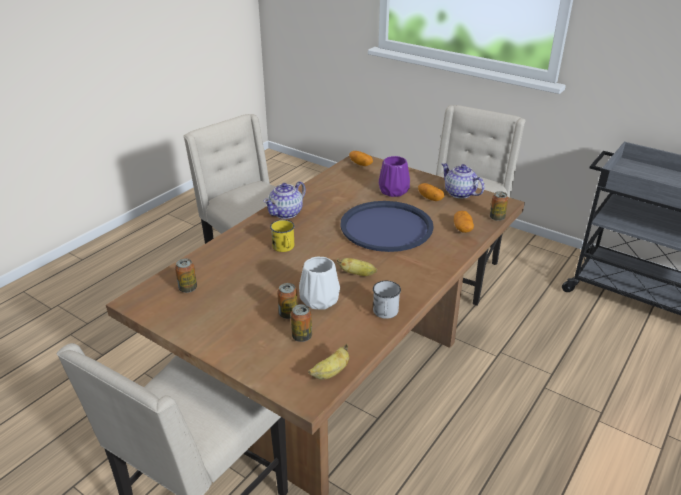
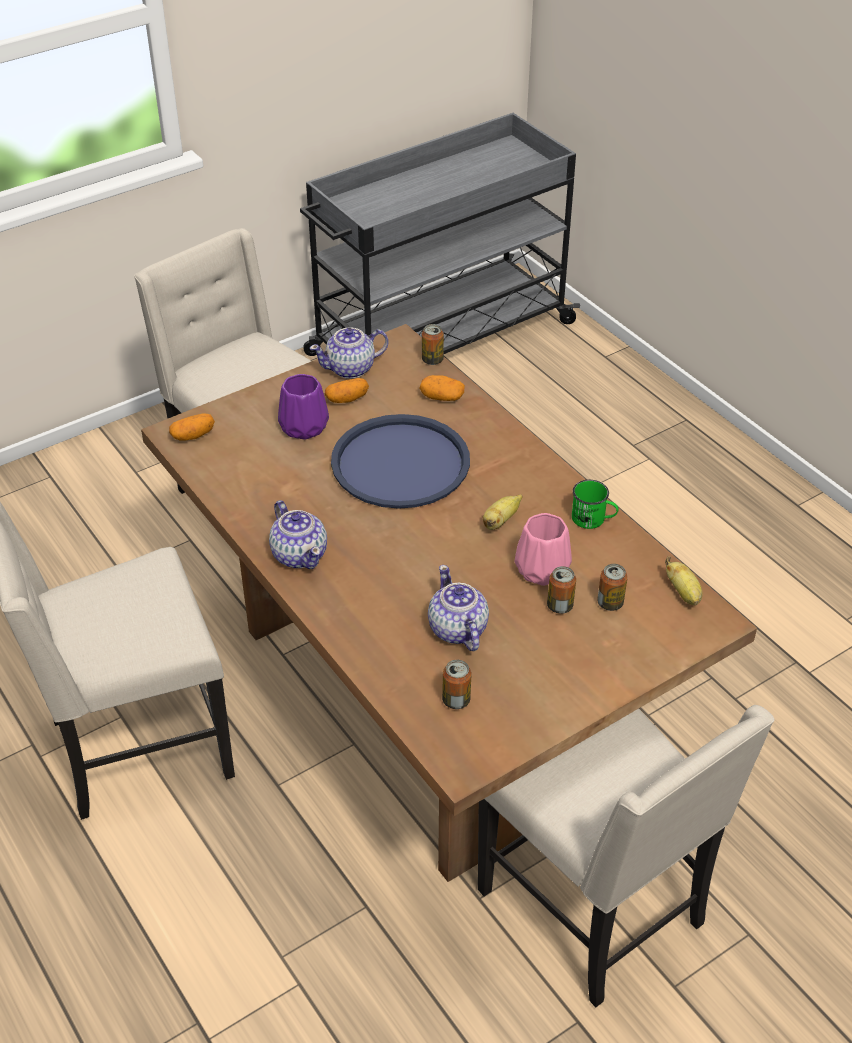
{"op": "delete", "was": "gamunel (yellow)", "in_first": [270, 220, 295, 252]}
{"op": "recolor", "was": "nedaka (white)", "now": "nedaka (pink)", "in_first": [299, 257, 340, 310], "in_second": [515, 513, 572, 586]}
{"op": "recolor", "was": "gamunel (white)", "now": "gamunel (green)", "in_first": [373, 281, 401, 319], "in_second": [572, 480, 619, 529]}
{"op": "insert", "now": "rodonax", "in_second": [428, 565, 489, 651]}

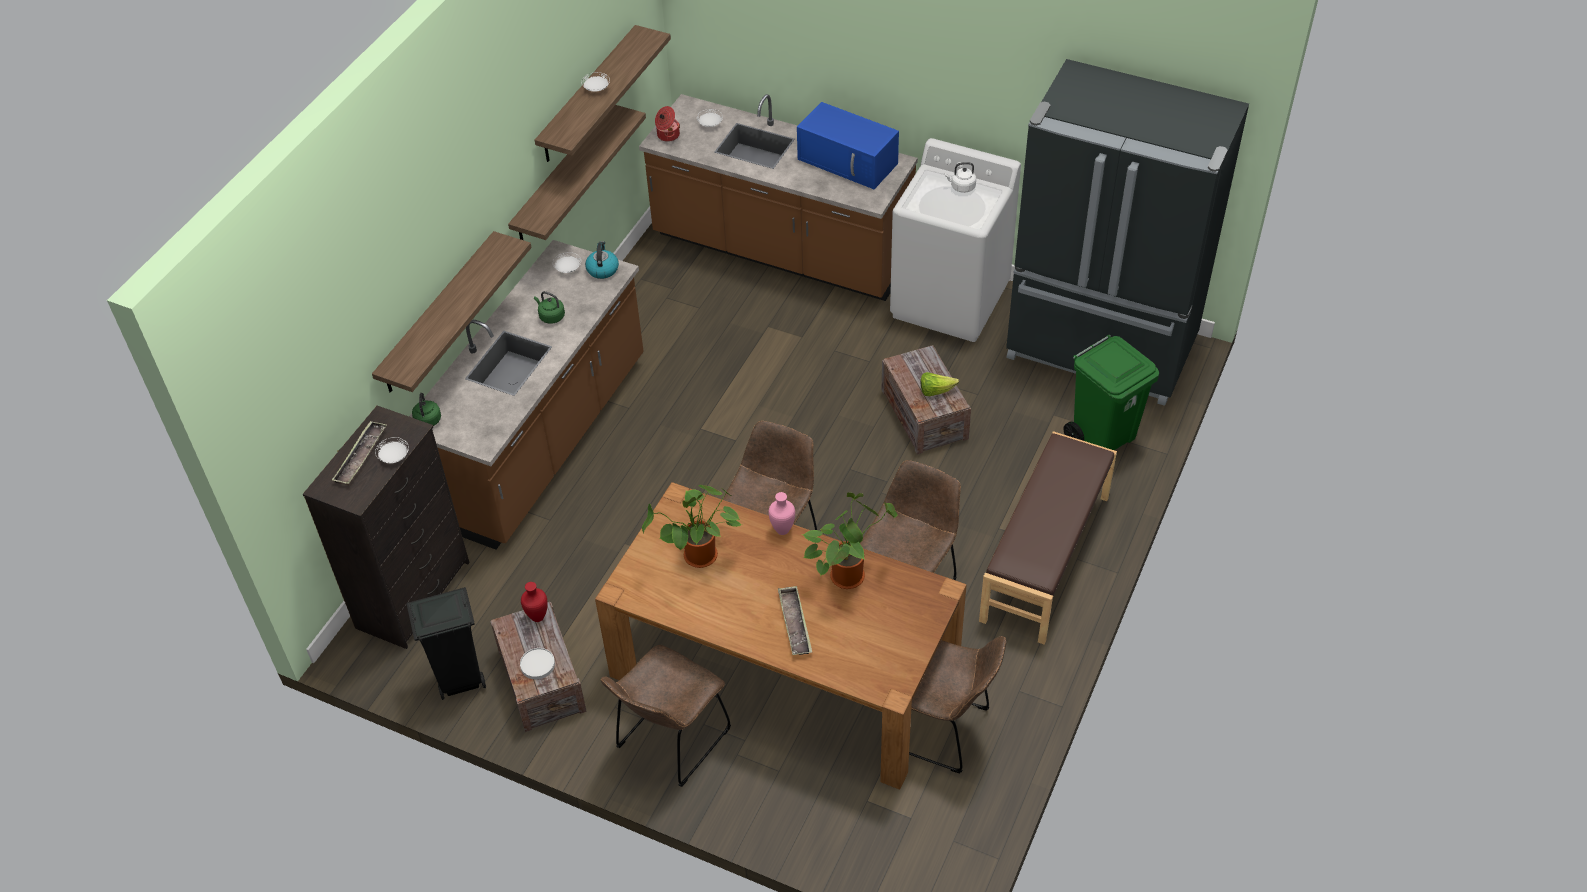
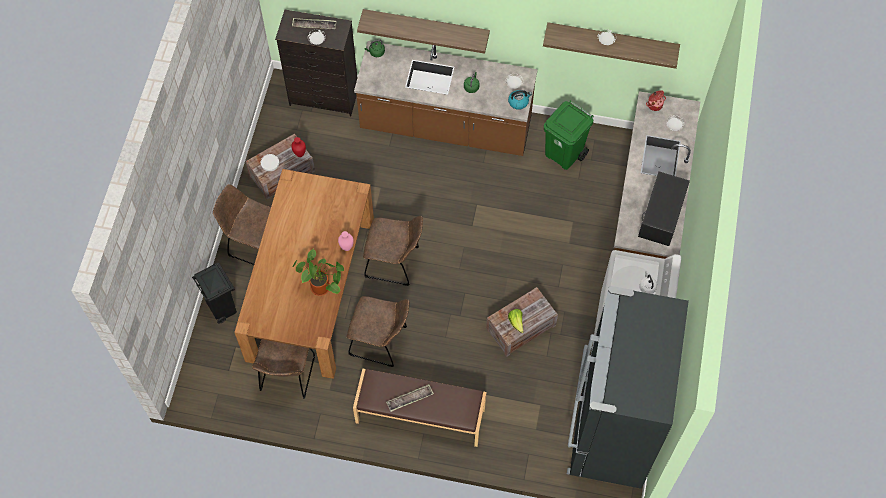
{"op": "recolor", "was": "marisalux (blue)", "now": "marisalux (black)", "in_first": [797, 102, 899, 189], "in_second": [638, 172, 690, 246]}
{"op": "delete", "was": "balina", "in_first": [508, 105, 646, 240]}
{"op": "move", "was": "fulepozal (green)", "in_first": [1063, 335, 1159, 450], "in_second": [544, 100, 594, 170]}
{"op": "delete", "was": "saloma", "in_first": [642, 485, 742, 568]}
{"op": "move", "was": "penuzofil", "in_first": [778, 586, 812, 655], "in_second": [386, 384, 434, 412]}
{"op": "move", "was": "fulepozal (black)", "in_first": [407, 587, 486, 700], "in_second": [192, 263, 237, 323]}

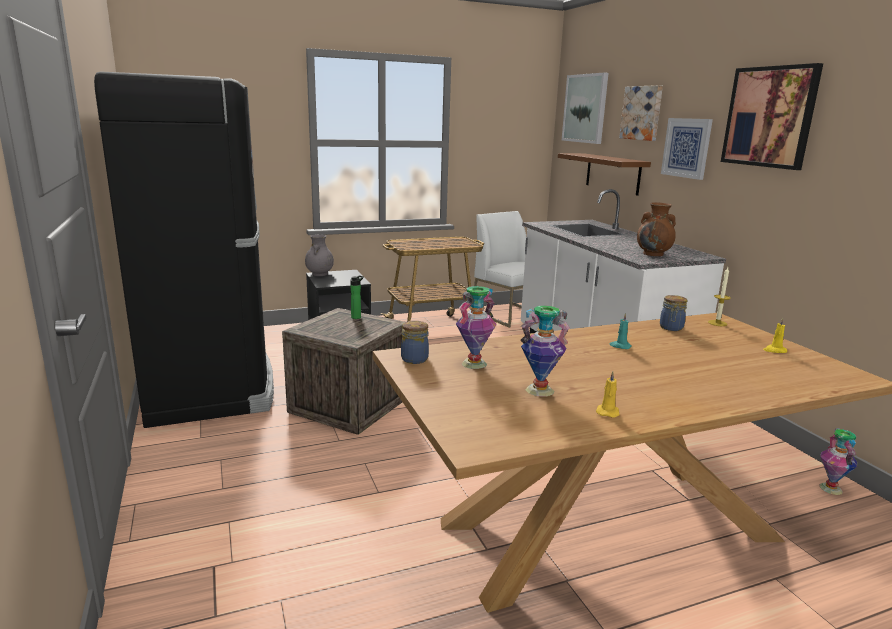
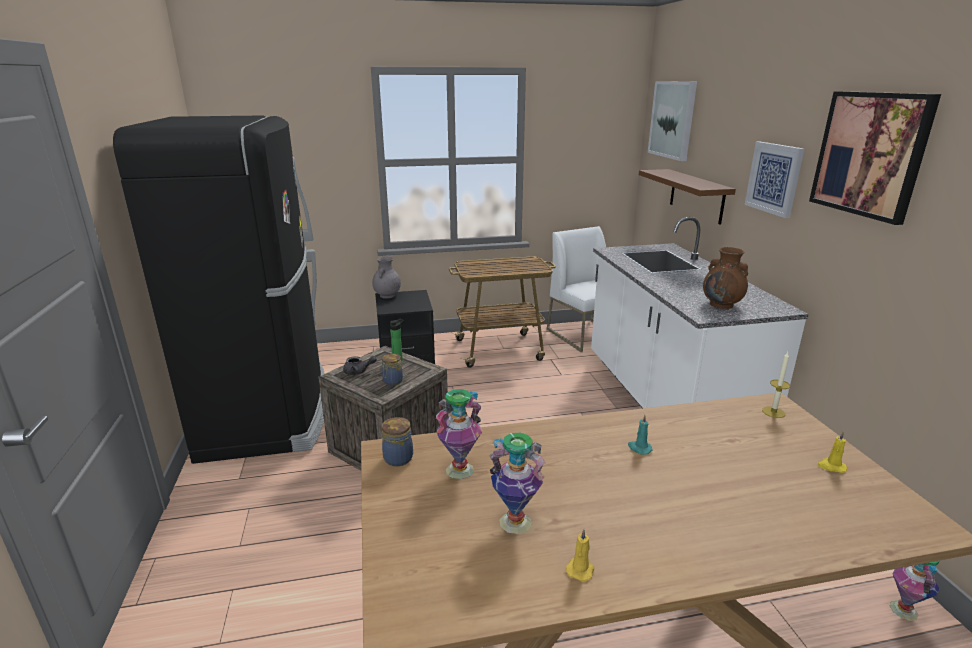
{"op": "delete", "was": "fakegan", "in_first": [619, 85, 663, 141]}
{"op": "move", "was": "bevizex", "in_first": [660, 295, 687, 331], "in_second": [382, 353, 403, 385]}
{"op": "insert", "now": "rodonax (grey)", "in_second": [343, 356, 377, 375]}

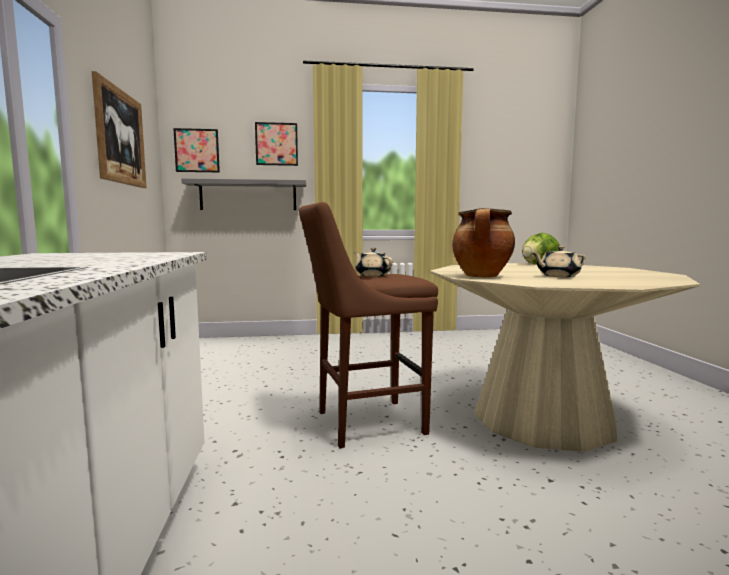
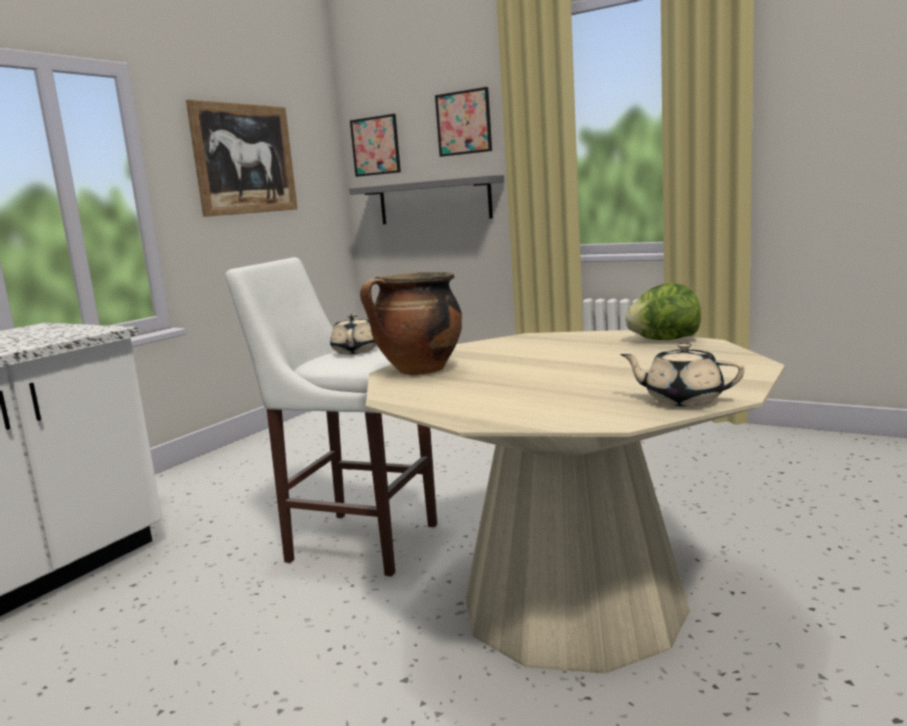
{"op": "recolor", "was": "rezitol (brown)", "now": "rezitol (white)", "in_first": [299, 202, 438, 448], "in_second": [225, 257, 437, 577]}
{"op": "move", "was": "rodonax (beige)", "in_first": [532, 246, 586, 277], "in_second": [620, 343, 745, 407]}

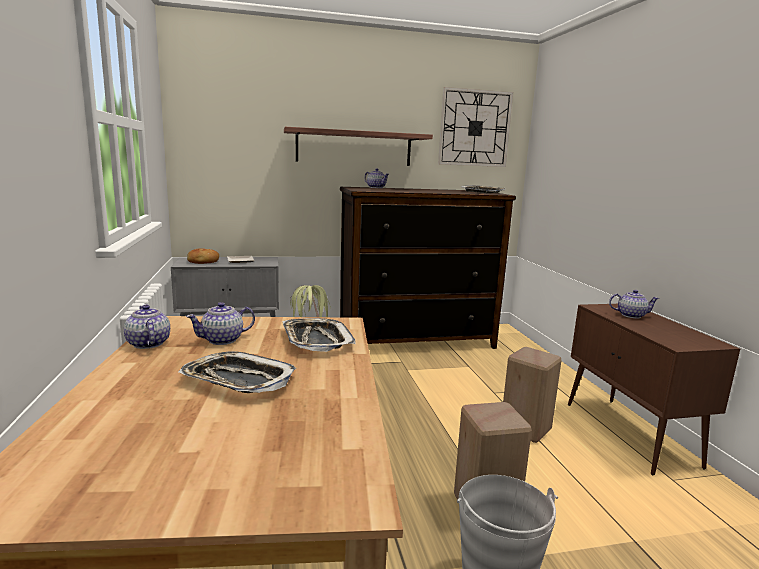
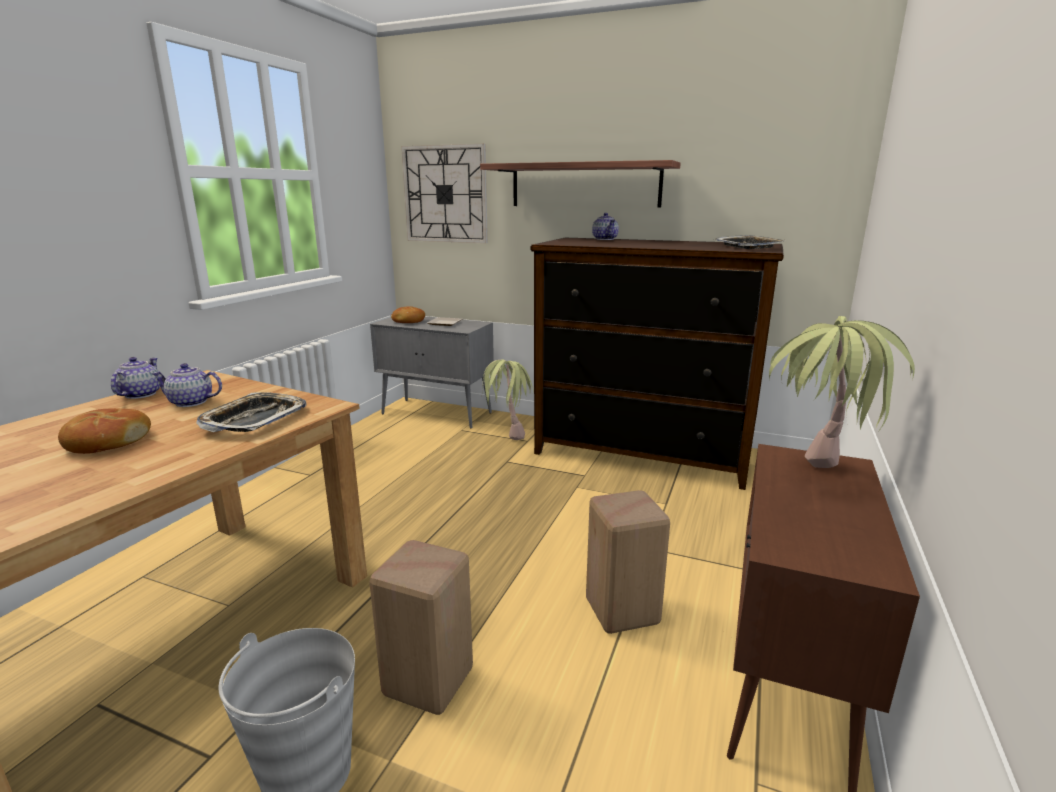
{"op": "move", "was": "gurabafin", "in_first": [438, 87, 513, 167], "in_second": [401, 144, 488, 243]}
{"op": "replace", "was": "rodonax", "now": "saloma", "in_first": [609, 290, 659, 318], "in_second": [769, 316, 915, 468]}
{"op": "replace", "was": "penuzofil", "now": "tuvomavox", "in_first": [179, 351, 297, 393], "in_second": [58, 408, 151, 454]}

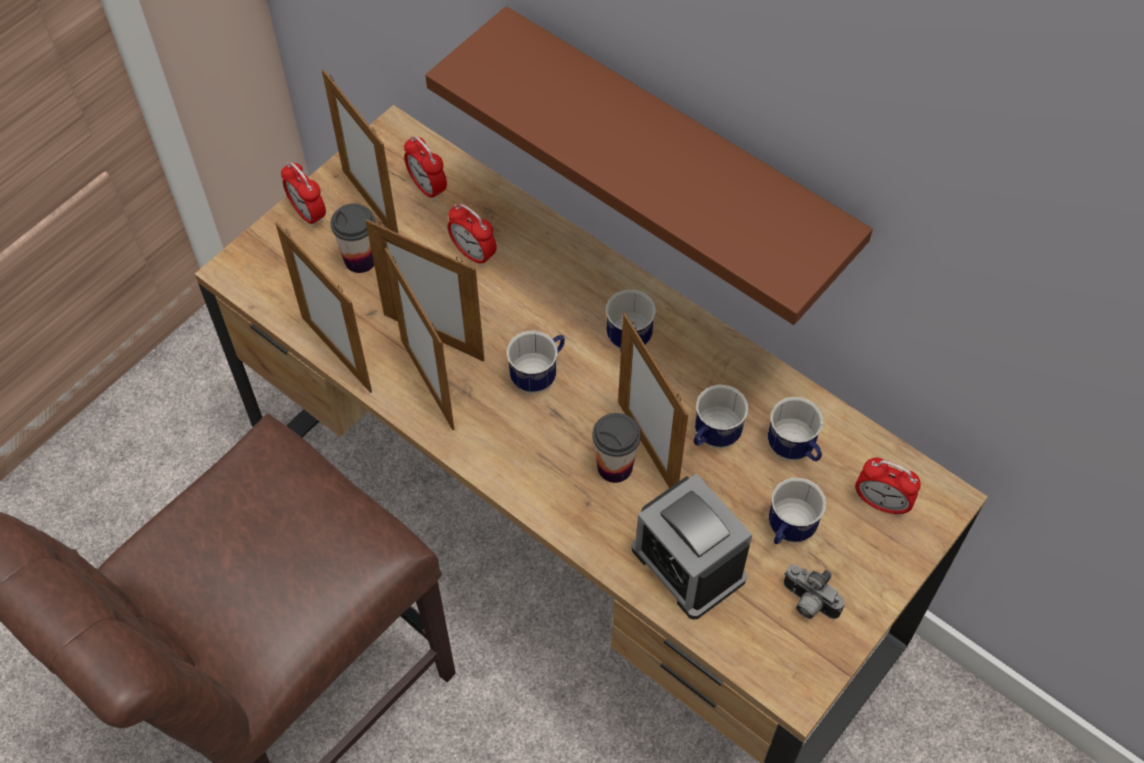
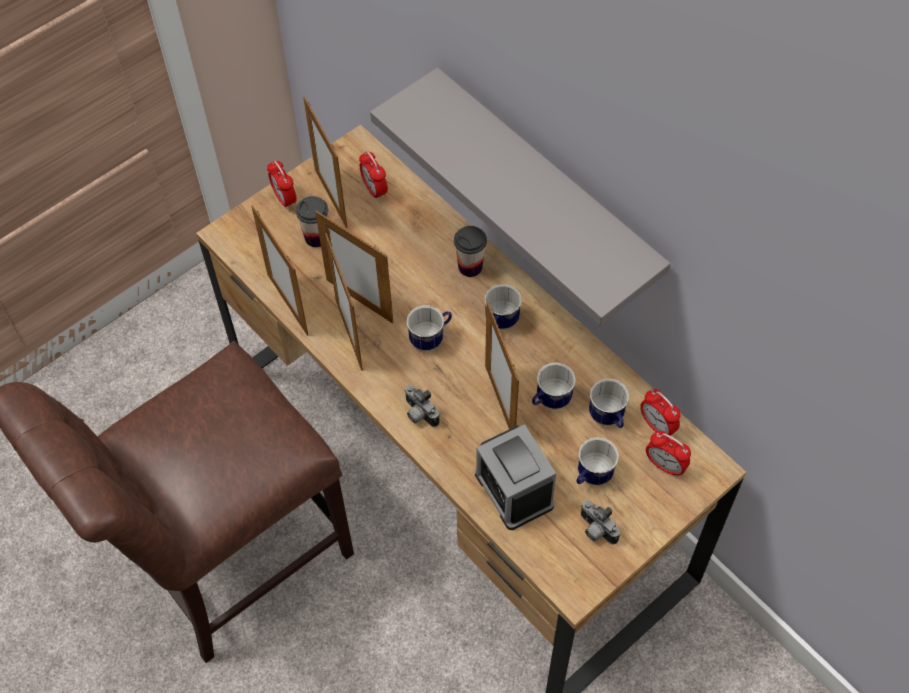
{"op": "recolor", "was": "balina (brown)", "now": "balina (grey)", "in_first": [425, 6, 873, 325], "in_second": [370, 67, 670, 326]}
{"op": "move", "was": "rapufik", "in_first": [447, 204, 496, 267], "in_second": [640, 389, 681, 436]}
{"op": "move", "was": "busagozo", "in_first": [592, 413, 641, 483], "in_second": [454, 226, 487, 277]}
{"op": "insert", "now": "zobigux", "in_second": [404, 385, 440, 427]}

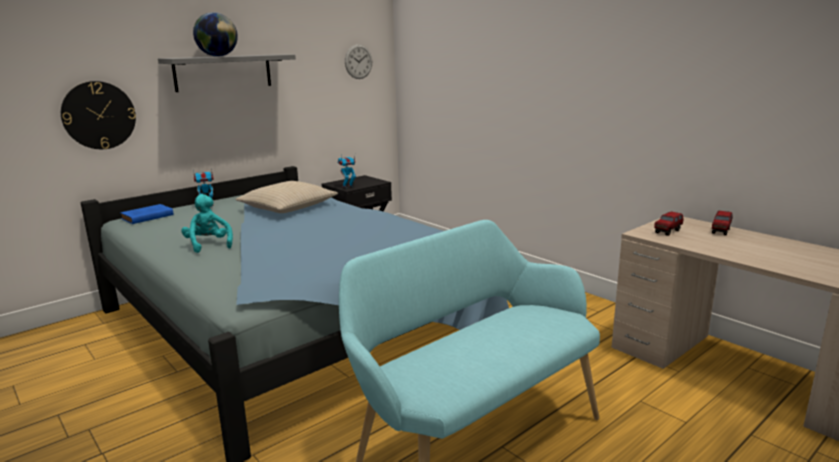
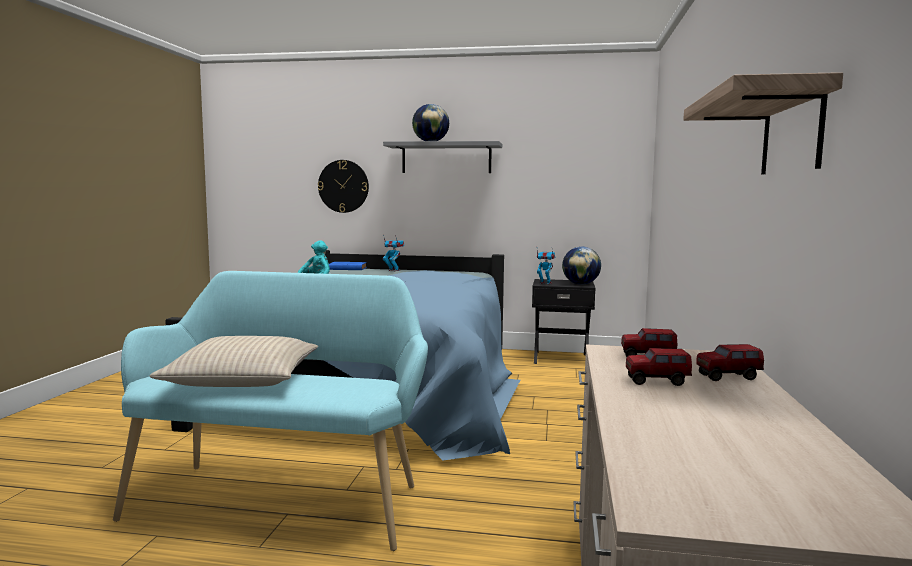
{"op": "delete", "was": "gurabafin", "in_first": [345, 44, 372, 79]}
{"op": "move", "was": "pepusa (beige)", "in_first": [235, 181, 338, 213], "in_second": [149, 336, 318, 387]}
{"op": "insert", "now": "balina", "in_second": [683, 72, 843, 174]}
{"op": "insert", "now": "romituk", "in_second": [562, 246, 601, 285]}
{"op": "insert", "now": "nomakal", "in_second": [626, 348, 692, 386]}

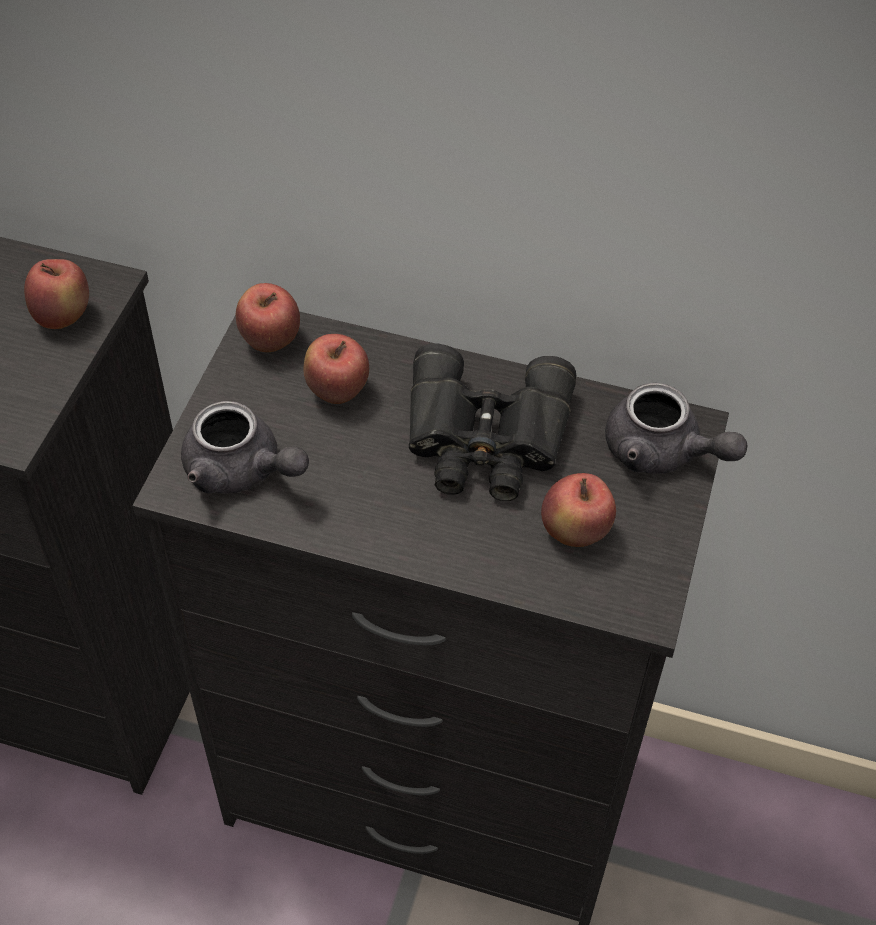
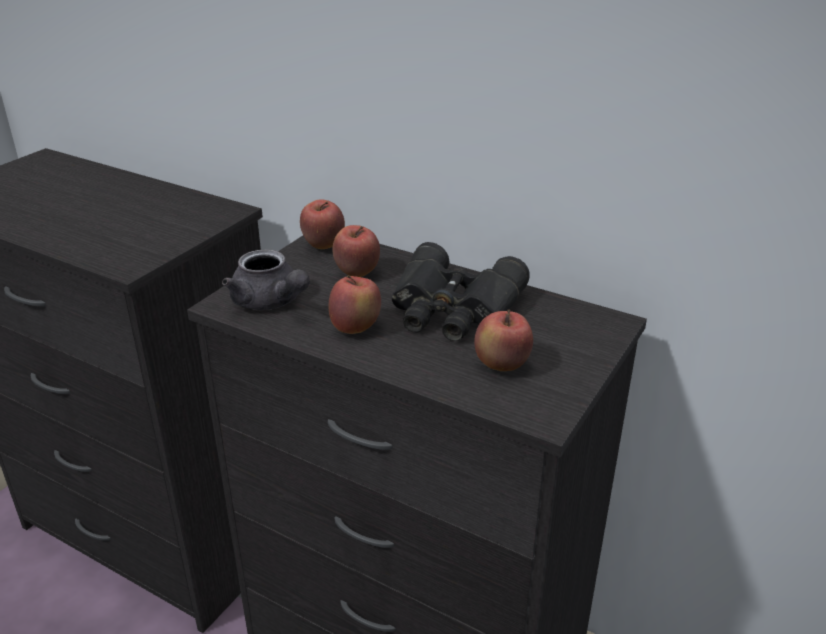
{"op": "move", "was": "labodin", "in_first": [24, 259, 89, 329], "in_second": [329, 275, 381, 334]}
{"op": "delete", "was": "rodonax (grey)", "in_first": [605, 383, 748, 474]}

